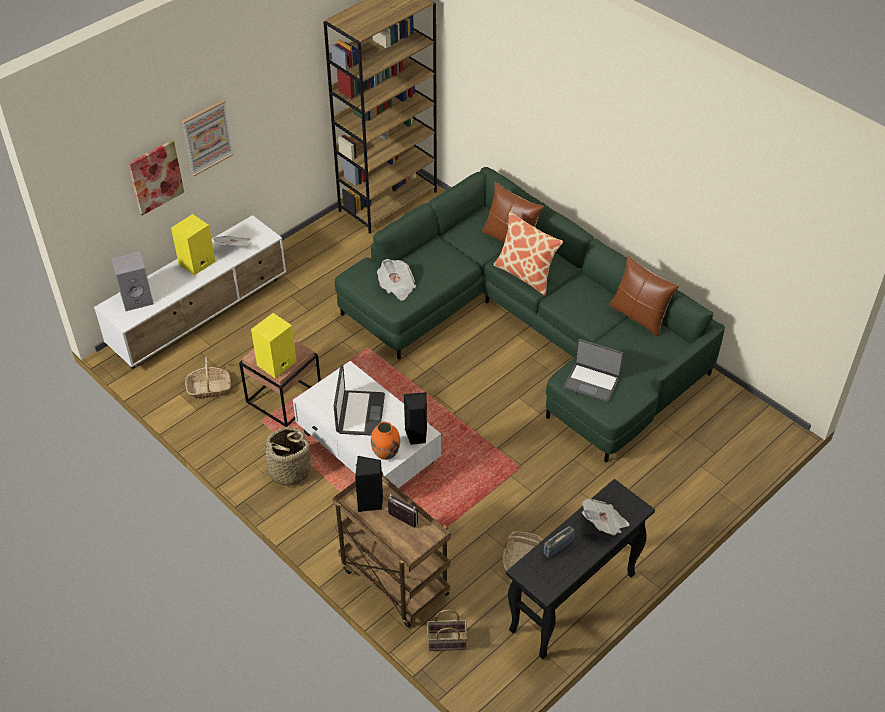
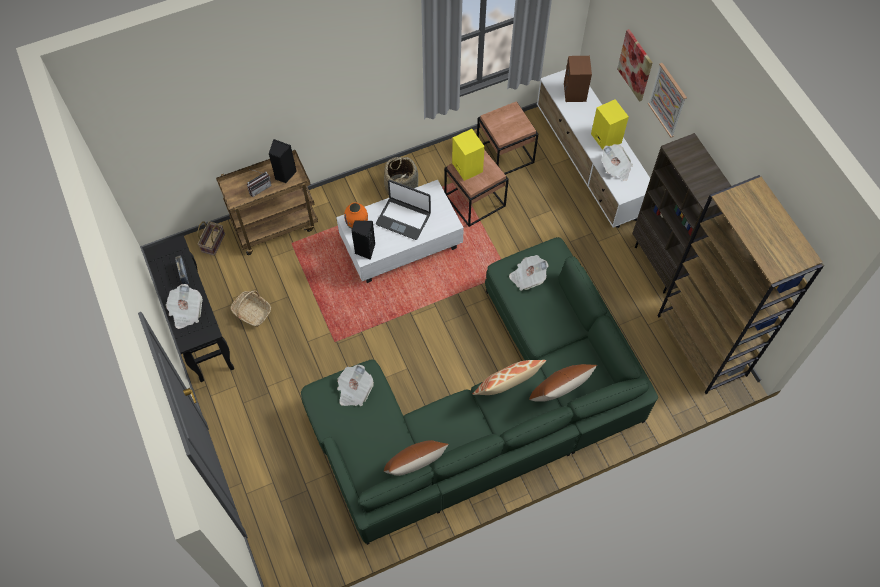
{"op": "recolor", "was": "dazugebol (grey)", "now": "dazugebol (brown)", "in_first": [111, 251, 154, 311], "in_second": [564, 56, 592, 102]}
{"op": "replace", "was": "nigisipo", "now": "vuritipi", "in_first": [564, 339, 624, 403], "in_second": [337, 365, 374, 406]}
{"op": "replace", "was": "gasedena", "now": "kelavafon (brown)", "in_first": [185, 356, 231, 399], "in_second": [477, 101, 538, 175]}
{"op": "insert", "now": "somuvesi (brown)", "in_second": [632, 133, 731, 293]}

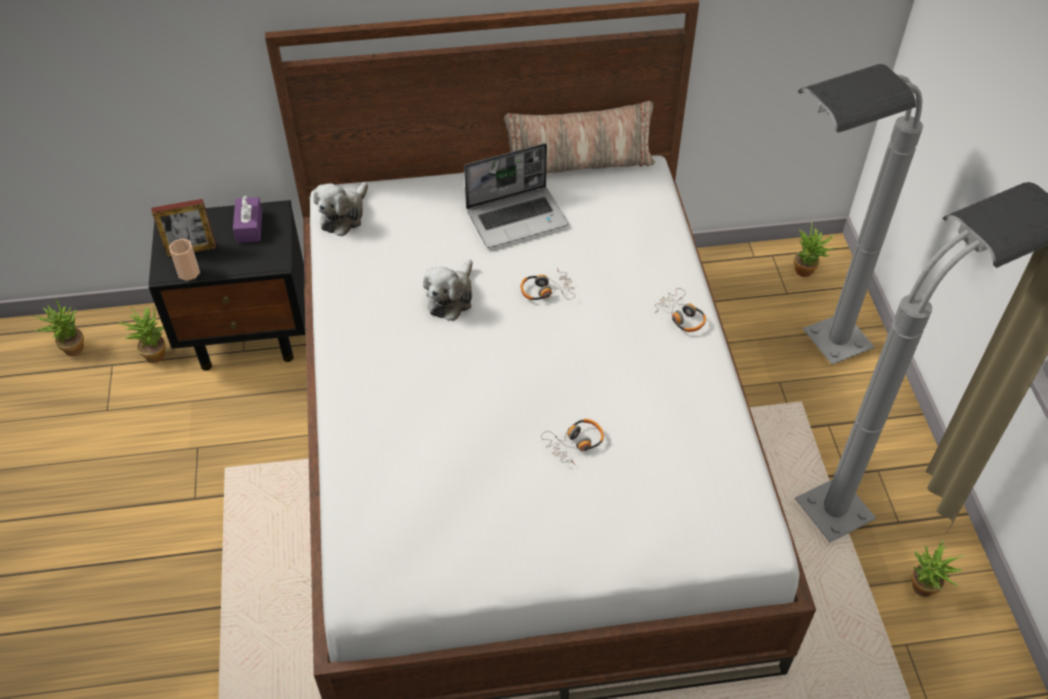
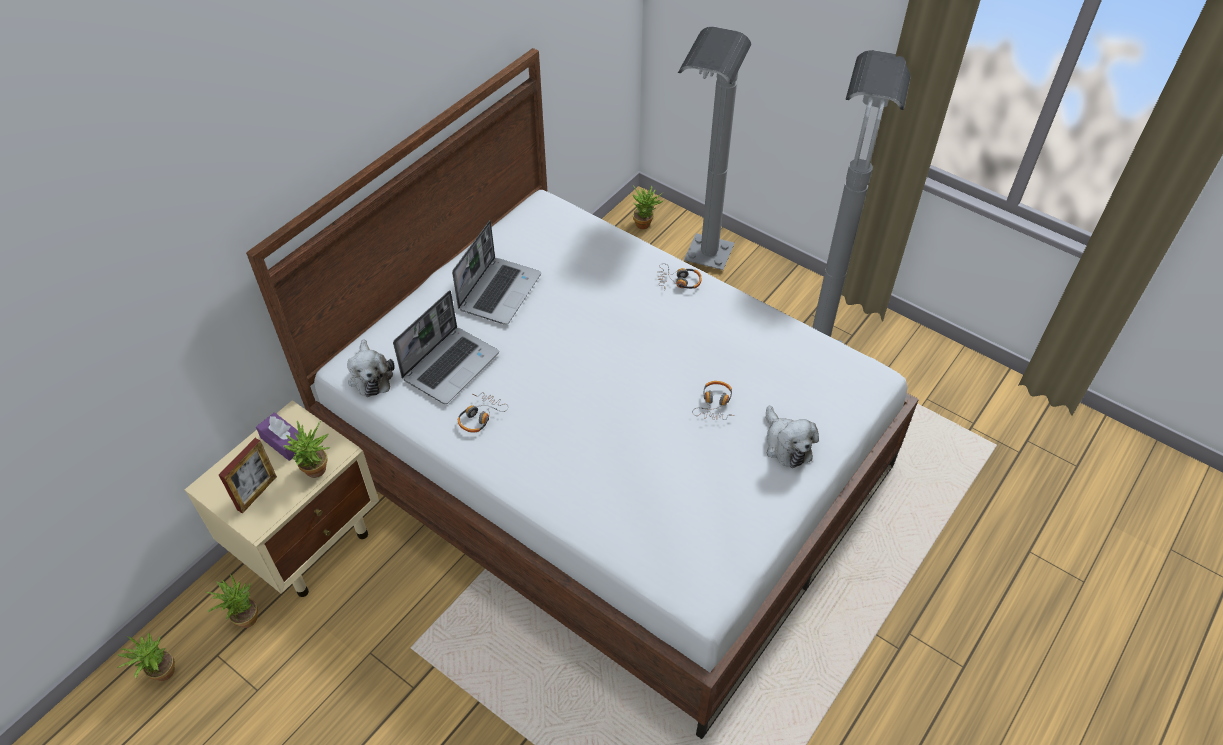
{"op": "delete", "was": "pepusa", "in_first": [504, 101, 655, 174]}
{"op": "recolor", "was": "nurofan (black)", "now": "nurofan (beige)", "in_first": [149, 200, 305, 371], "in_second": [185, 400, 379, 597]}
{"op": "delete", "was": "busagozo", "in_first": [169, 239, 200, 281]}
{"op": "move", "was": "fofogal", "in_first": [423, 260, 473, 321], "in_second": [766, 406, 819, 468]}
{"op": "move", "was": "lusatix", "in_first": [521, 268, 575, 300], "in_second": [458, 393, 508, 433]}
{"op": "move", "was": "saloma", "in_first": [912, 539, 965, 597], "in_second": [283, 421, 330, 478]}
{"op": "insert", "now": "nigisipo", "in_second": [393, 290, 499, 404]}

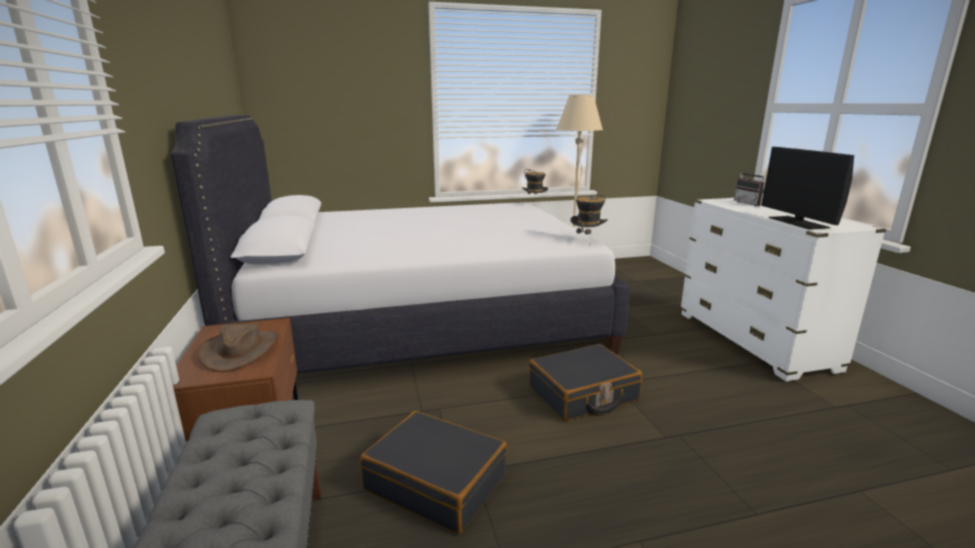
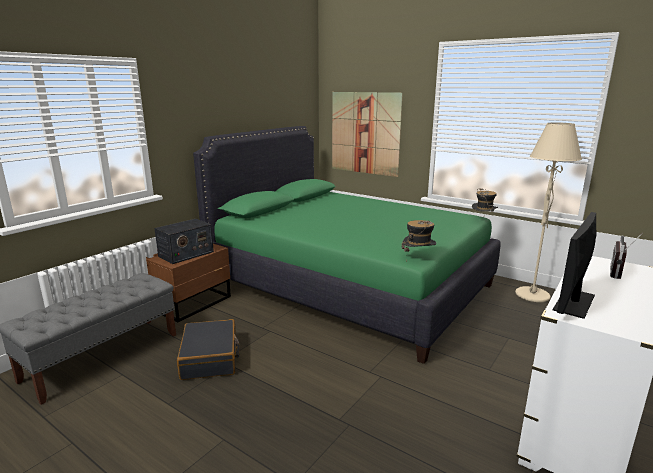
{"op": "recolor", "was": "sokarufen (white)", "now": "sokarufen (green)", "in_first": [171, 115, 630, 374], "in_second": [193, 126, 500, 364]}
{"op": "replace", "was": "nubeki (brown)", "now": "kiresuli", "in_first": [197, 323, 279, 372], "in_second": [154, 219, 214, 264]}
{"op": "delete", "was": "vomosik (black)", "in_first": [529, 344, 642, 421]}
{"op": "insert", "now": "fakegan", "in_second": [332, 92, 403, 177]}

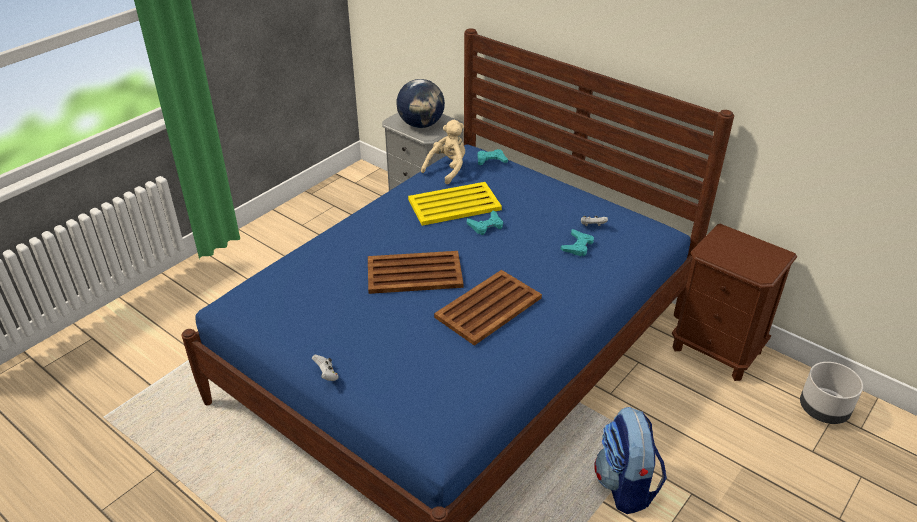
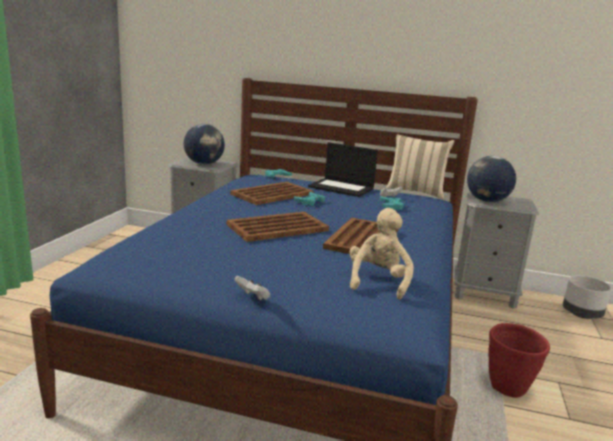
{"op": "move", "was": "fofogal (beige)", "in_first": [421, 120, 465, 184], "in_second": [350, 208, 414, 299]}
{"op": "recolor", "was": "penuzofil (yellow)", "now": "penuzofil (brown)", "in_first": [408, 182, 502, 226], "in_second": [230, 182, 314, 205]}
{"op": "recolor", "was": "nurofan (brown)", "now": "nurofan (grey)", "in_first": [672, 223, 797, 381], "in_second": [454, 191, 539, 309]}
{"op": "replace", "was": "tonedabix", "now": "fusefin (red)", "in_first": [594, 406, 667, 514], "in_second": [488, 323, 550, 398]}
{"op": "insert", "now": "pepusa (beige)", "in_second": [386, 134, 454, 199]}
{"op": "insert", "now": "nigisipo", "in_second": [308, 142, 378, 197]}
{"op": "insert", "now": "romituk", "in_second": [467, 156, 516, 202]}

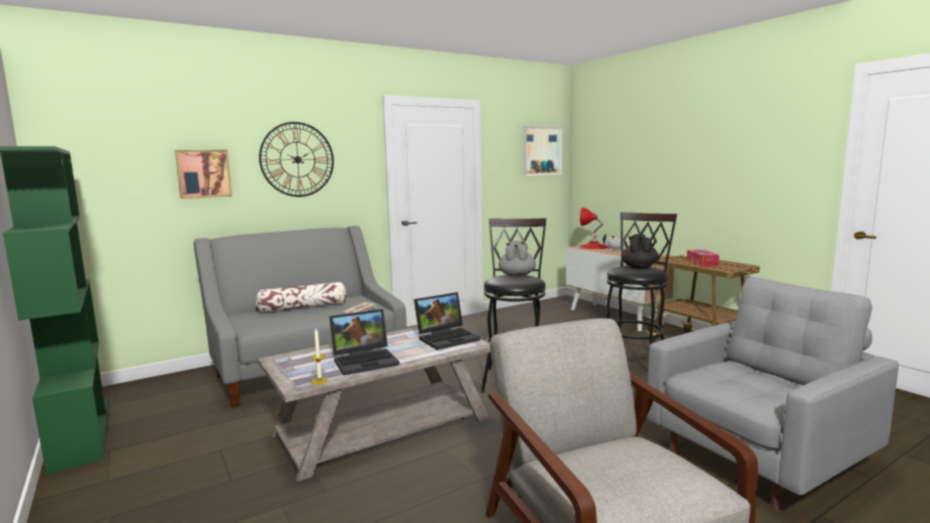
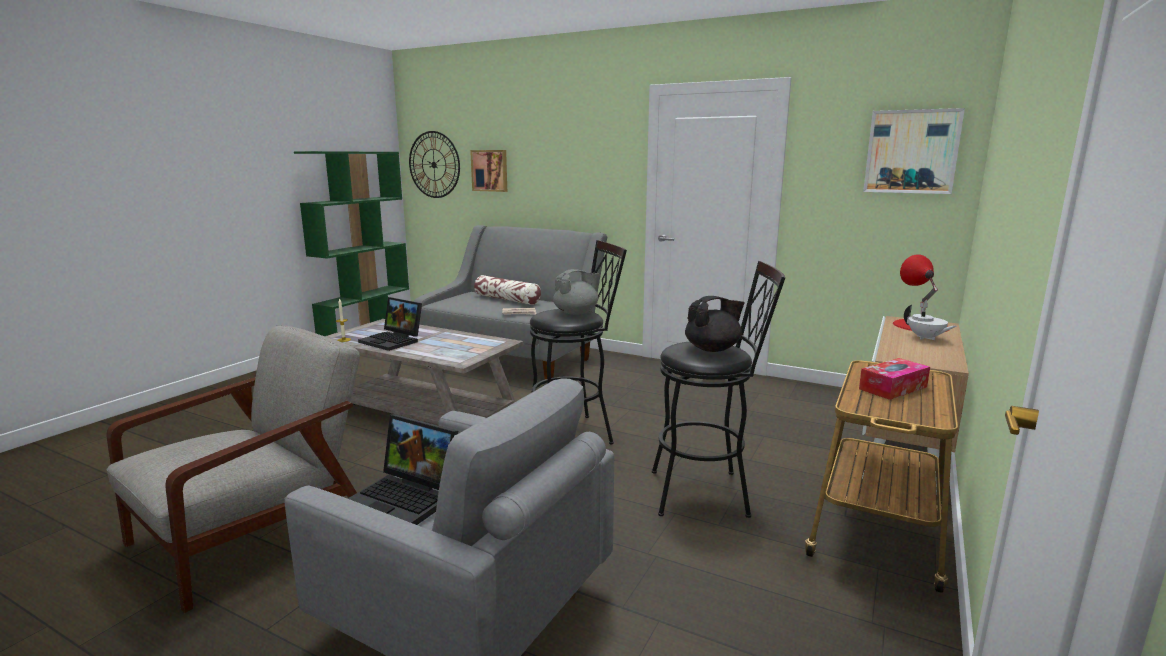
{"op": "move", "was": "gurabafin", "in_first": [259, 122, 334, 197], "in_second": [409, 131, 460, 198]}
{"op": "move", "was": "nigisipo", "in_first": [414, 292, 480, 350], "in_second": [348, 414, 458, 525]}

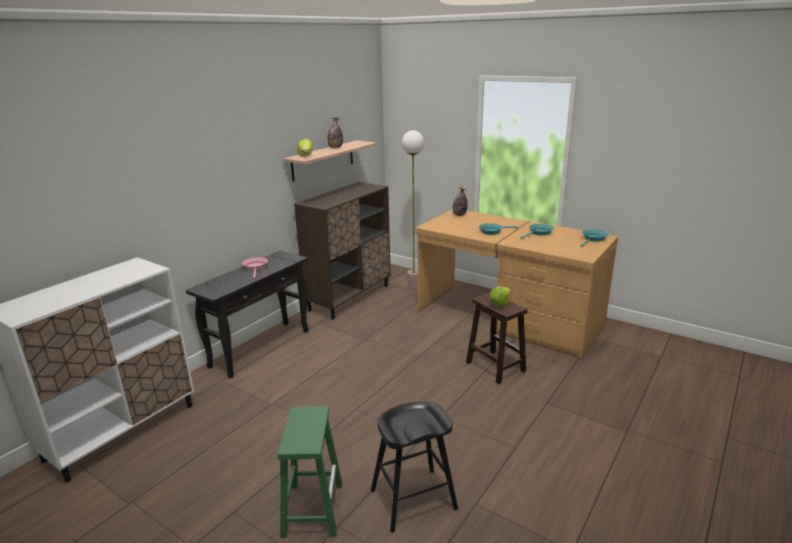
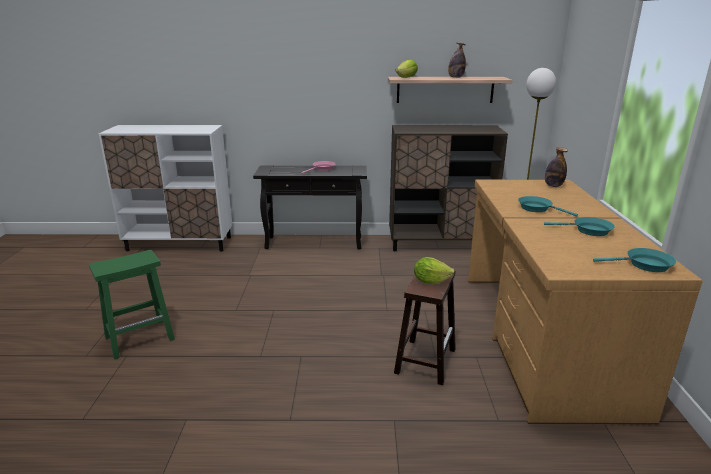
{"op": "delete", "was": "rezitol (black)", "in_first": [371, 401, 458, 533]}

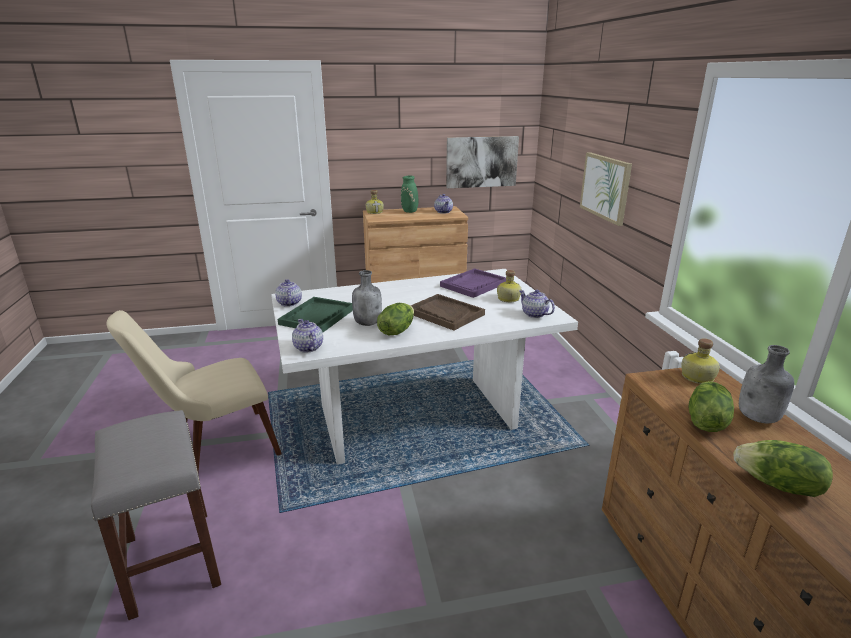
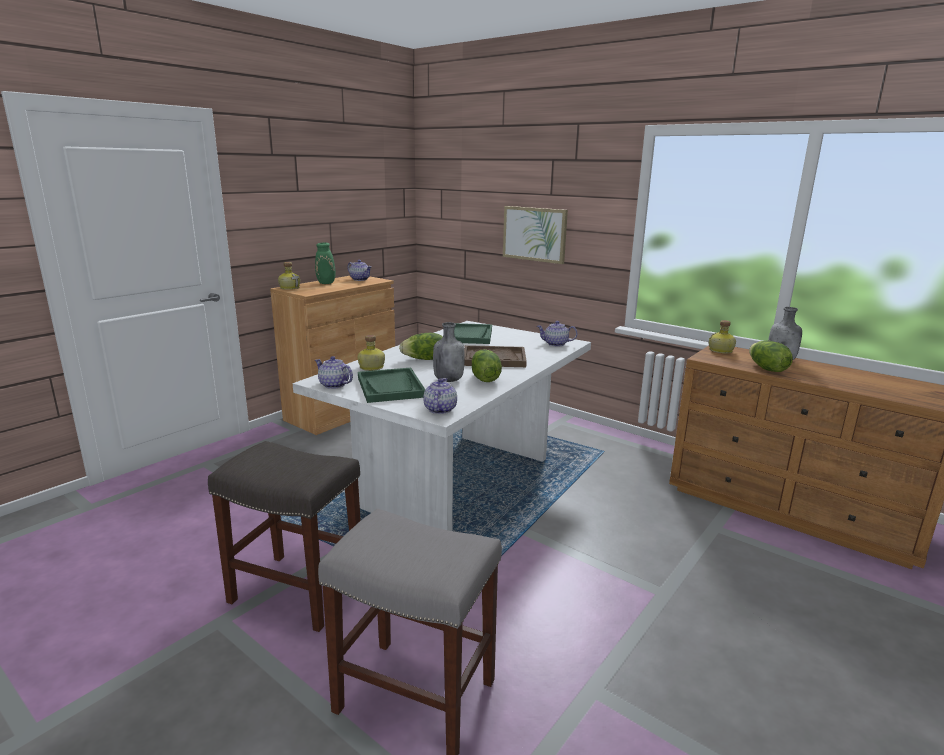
{"op": "delete", "was": "fakegan", "in_first": [446, 136, 519, 188]}
{"op": "recolor", "was": "penuzofil (purple)", "now": "penuzofil (green)", "in_first": [440, 268, 506, 298], "in_second": [454, 323, 492, 344]}
{"op": "move", "was": "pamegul", "in_first": [497, 270, 522, 302], "in_second": [358, 335, 385, 371]}
{"op": "replace", "was": "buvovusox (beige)", "now": "rezitol (grey)", "in_first": [107, 310, 282, 472], "in_second": [208, 441, 361, 632]}
{"op": "rotate", "was": "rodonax", "in_first": [292, 319, 323, 353], "in_second": [423, 378, 457, 414], "clockwise": 75}
{"op": "move", "was": "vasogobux", "in_first": [733, 440, 833, 497], "in_second": [399, 333, 443, 360]}

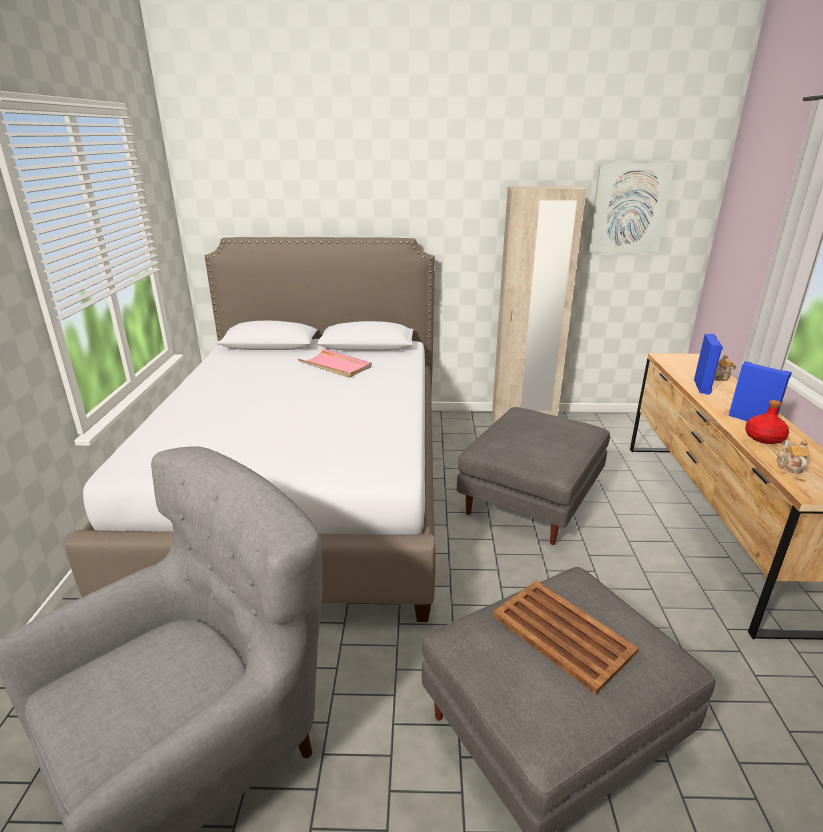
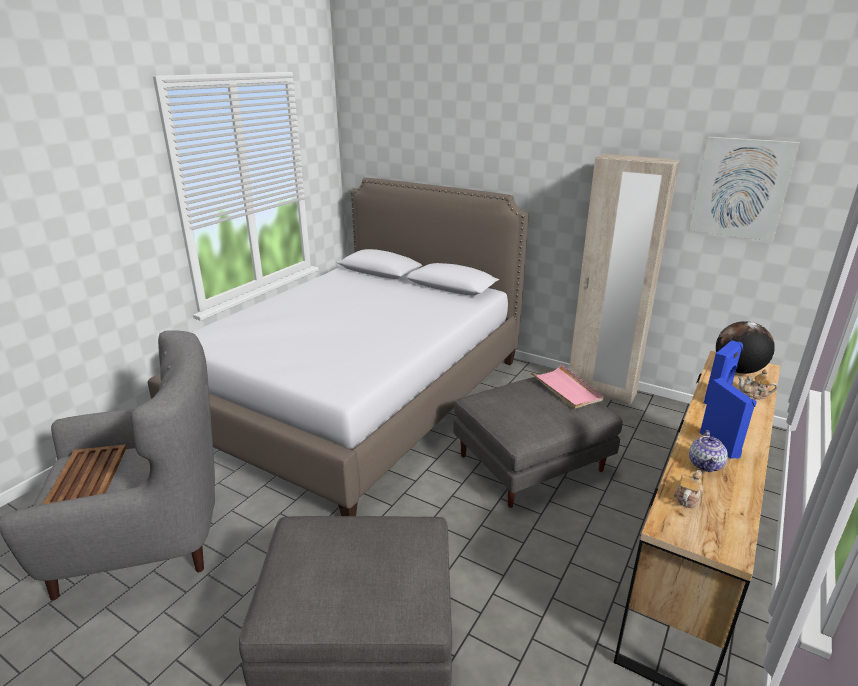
{"op": "move", "was": "penuzofil (pink)", "in_first": [298, 348, 372, 378], "in_second": [530, 364, 604, 409]}
{"op": "replace", "was": "pamegul (red)", "now": "rodonax", "in_first": [745, 400, 789, 444], "in_second": [689, 430, 728, 472]}
{"op": "move", "was": "penuzofil (brown)", "in_first": [493, 581, 638, 695], "in_second": [42, 445, 126, 505]}
{"op": "insert", "now": "romituk", "in_second": [716, 321, 775, 374]}

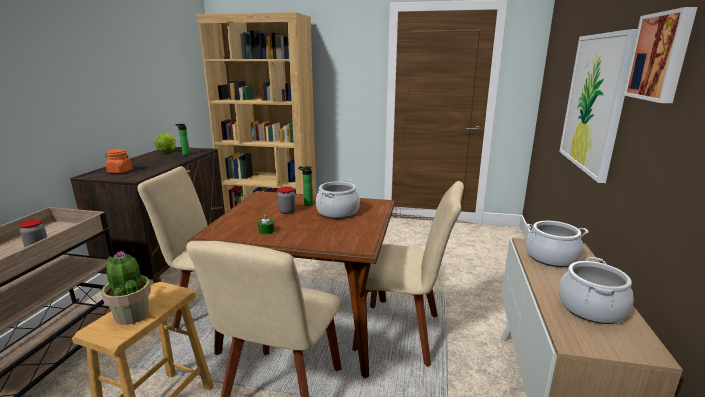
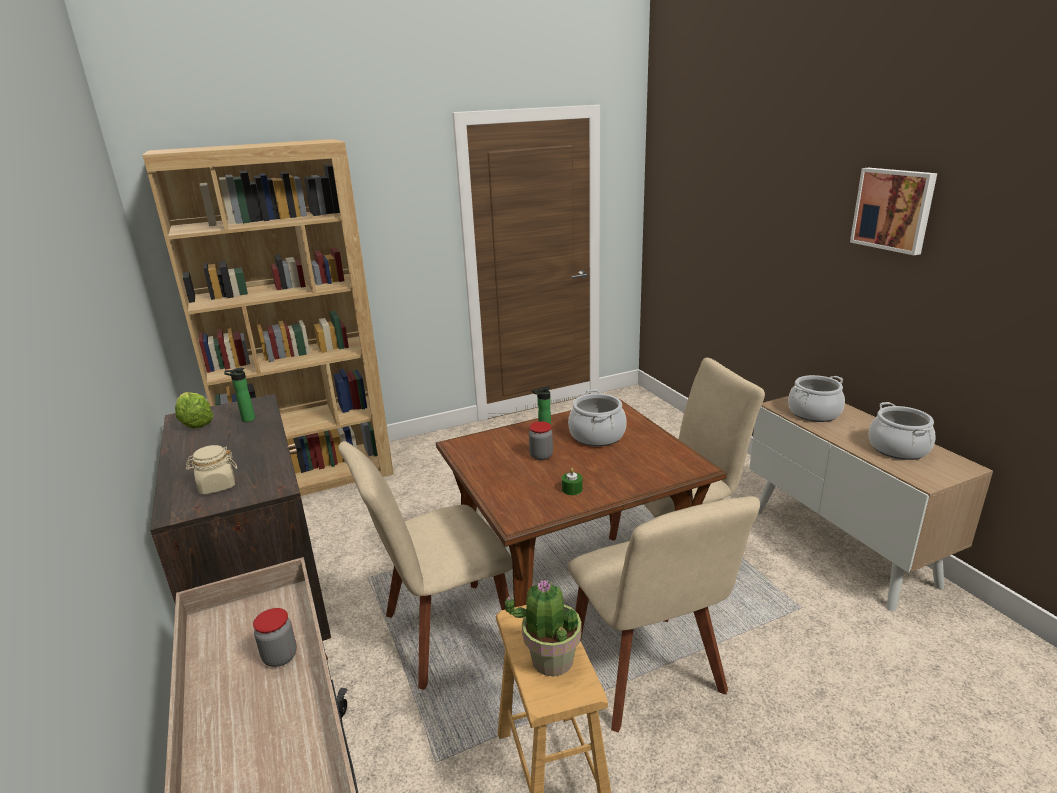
{"op": "delete", "was": "fakegan", "in_first": [559, 29, 638, 183]}
{"op": "recolor", "was": "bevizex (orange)", "now": "bevizex (beige)", "in_first": [105, 149, 132, 173], "in_second": [186, 445, 237, 495]}

